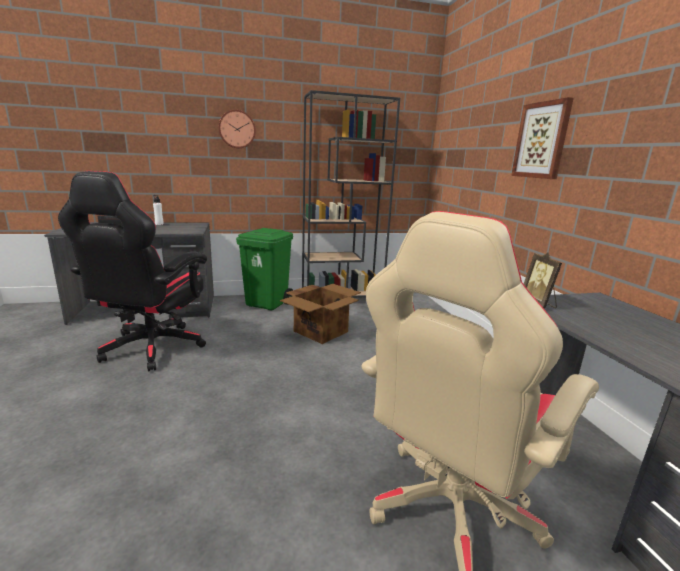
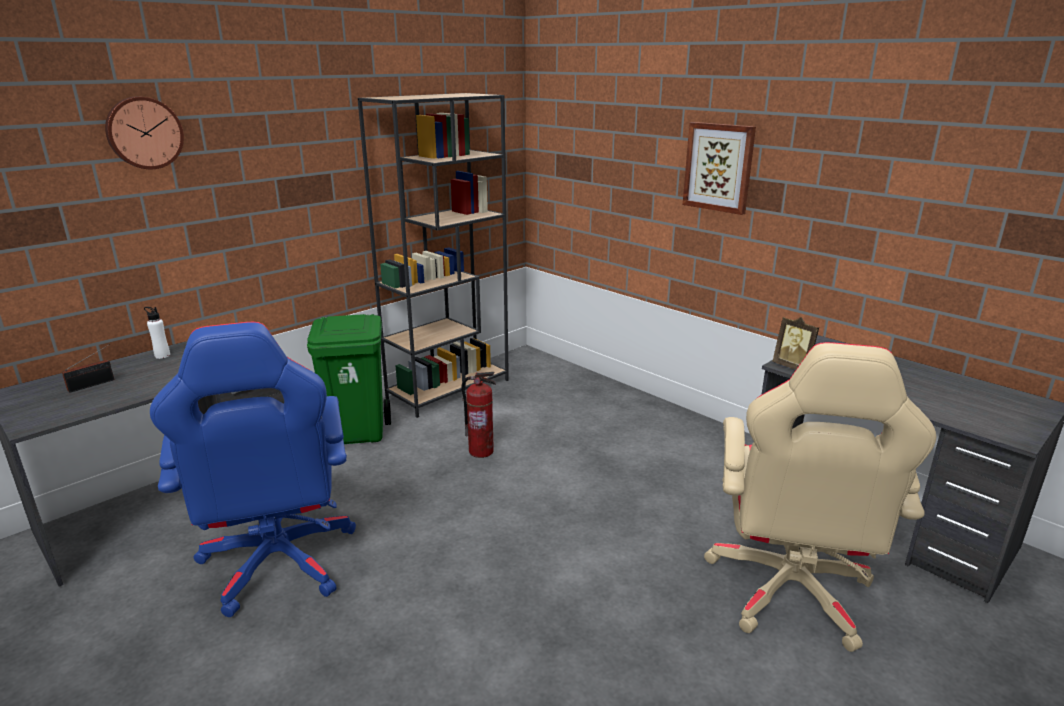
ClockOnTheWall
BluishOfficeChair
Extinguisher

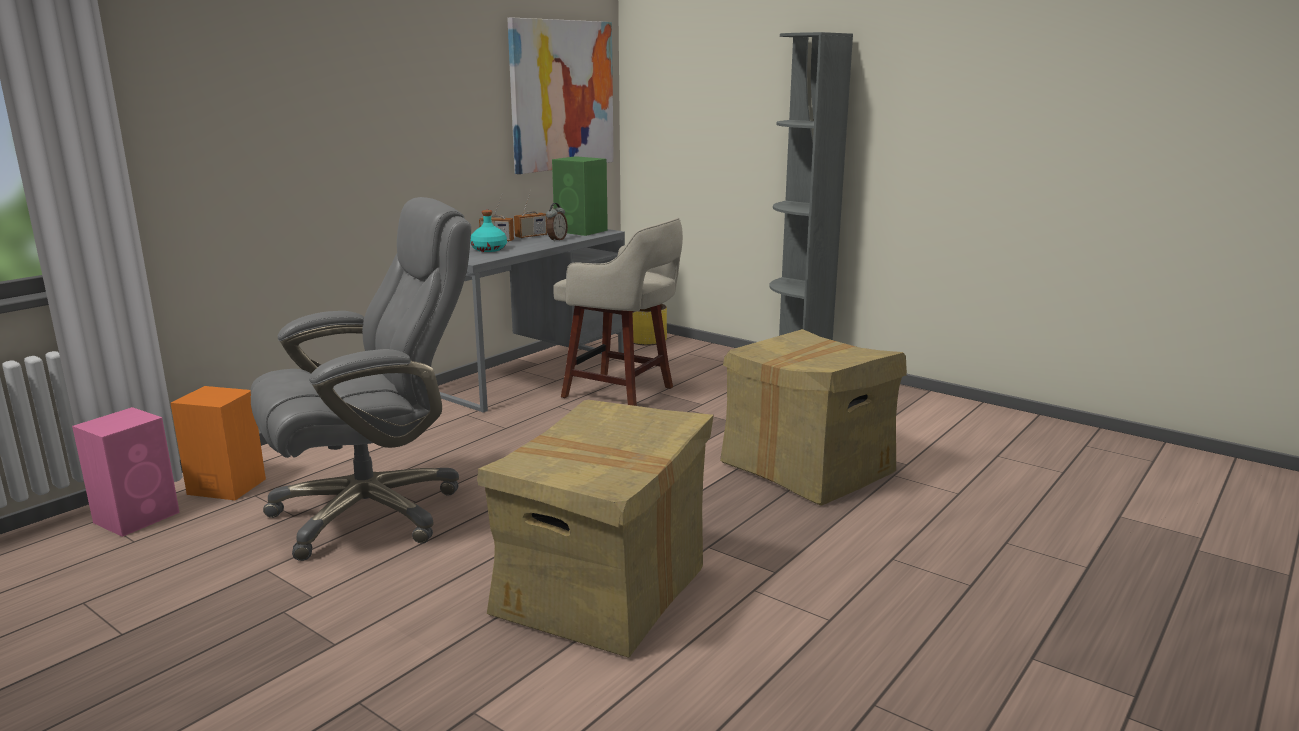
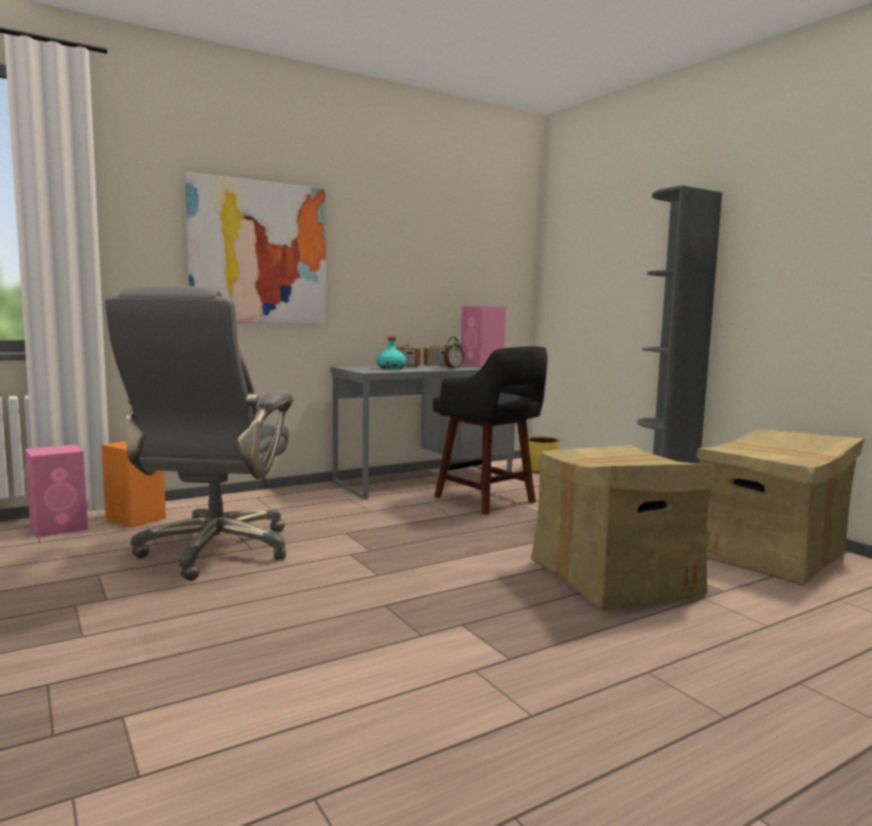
GreyishOfficeChair
WallArt
BlackStoolSeat
PinkLoudspeaker (no. 2 from left)
Carton (no. 2 from left)

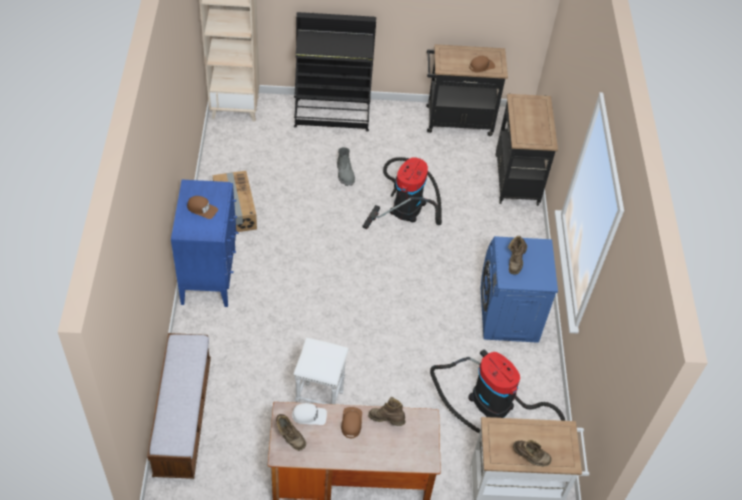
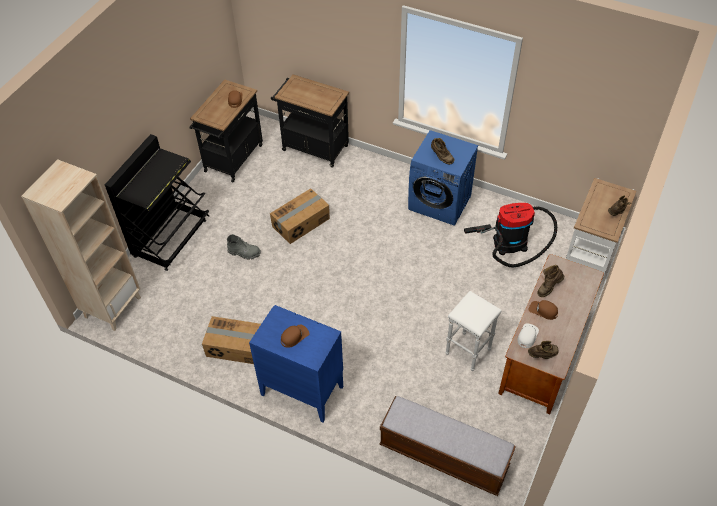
Carton (no. 2 from left)

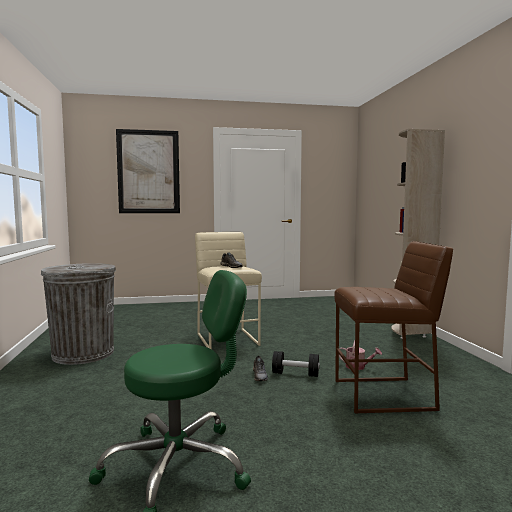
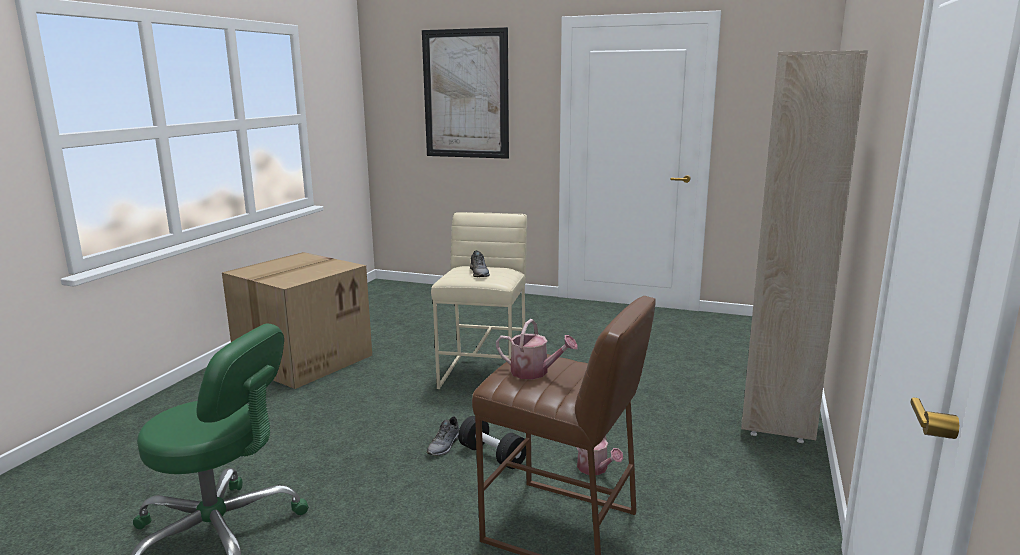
Carton
WateringCan (no. 1 from left)

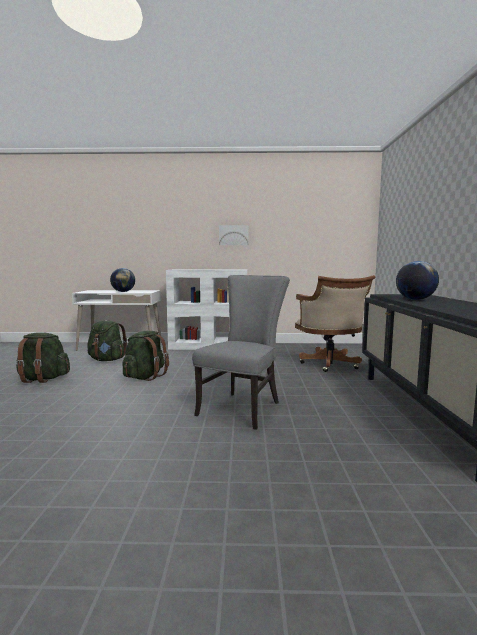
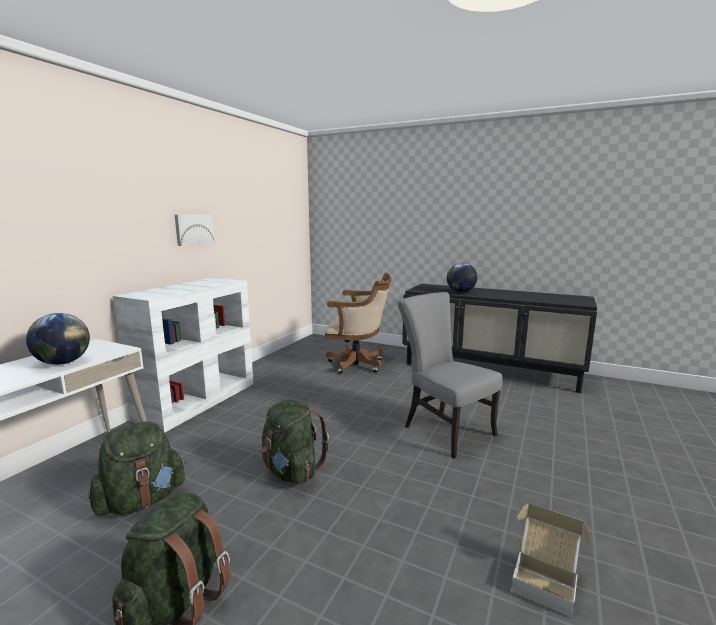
Carton

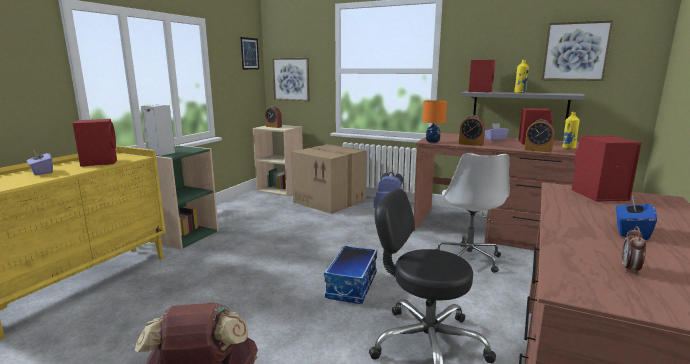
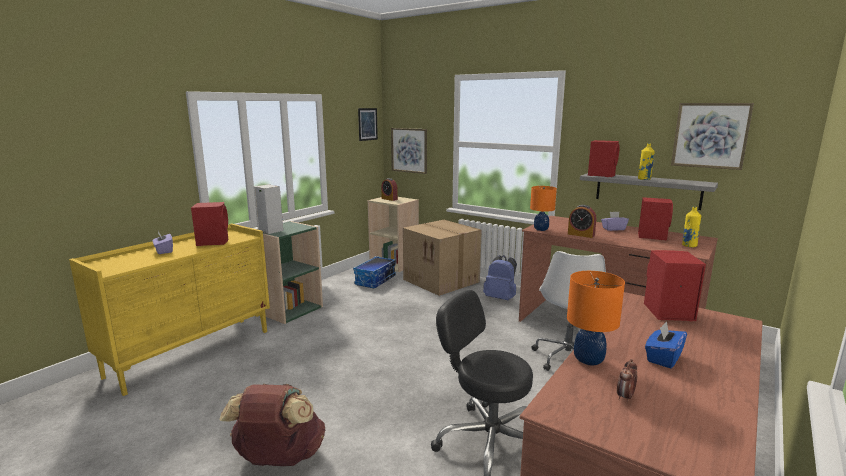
StorageContainer
OrangeyTableLamp (no. 2 from left)
TableClock (no. 3 from left in the first image)

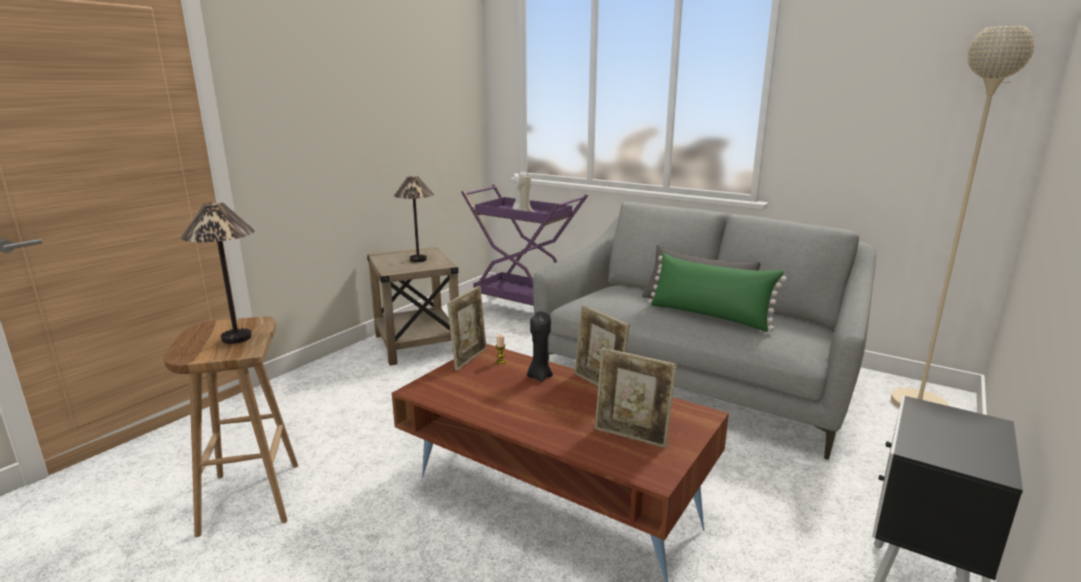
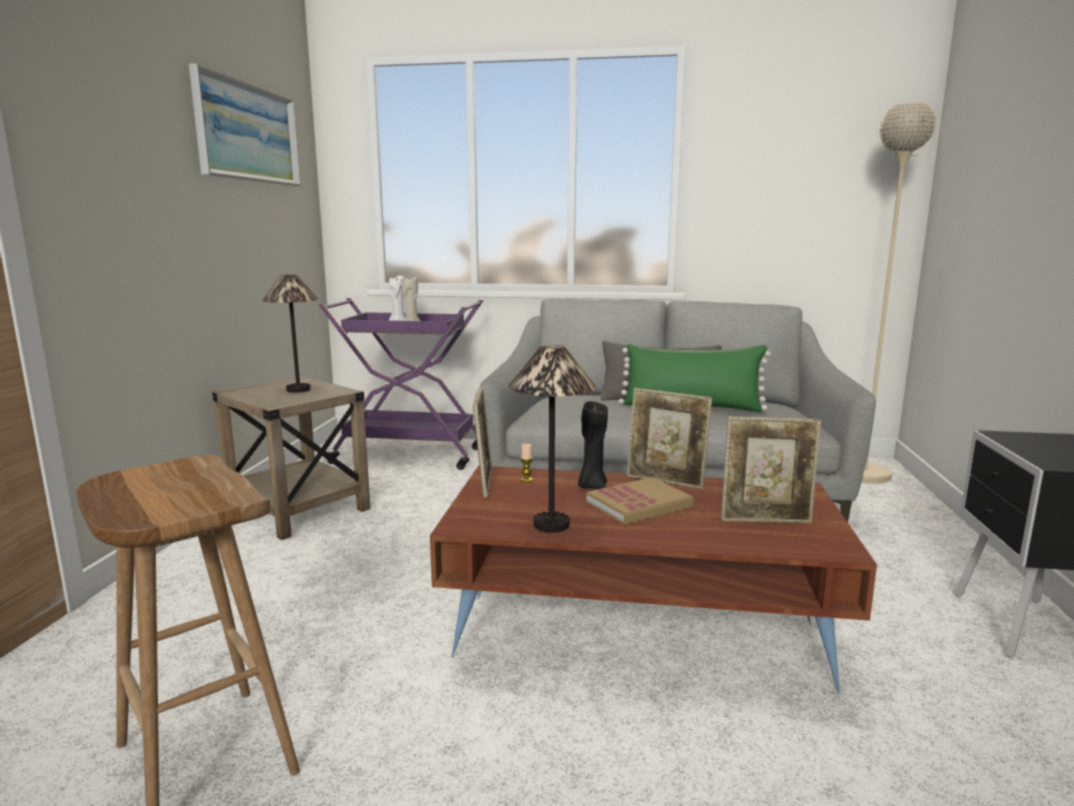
WallArt
TableLamp (no. 2 from left)
Volume

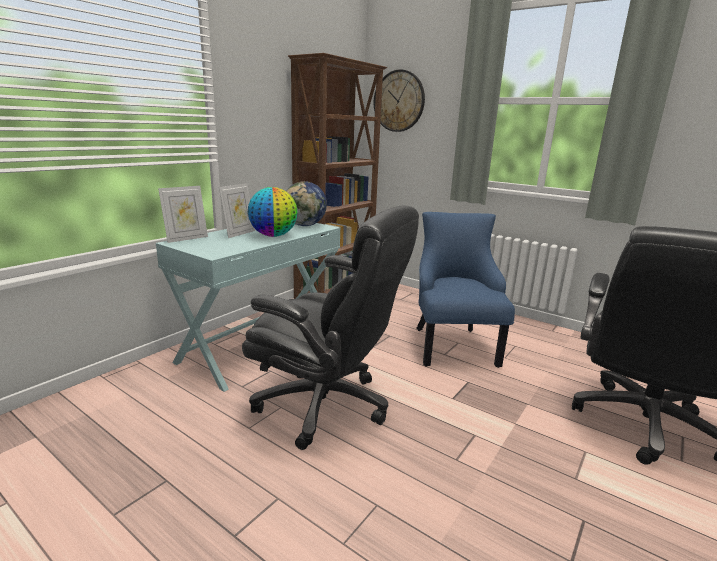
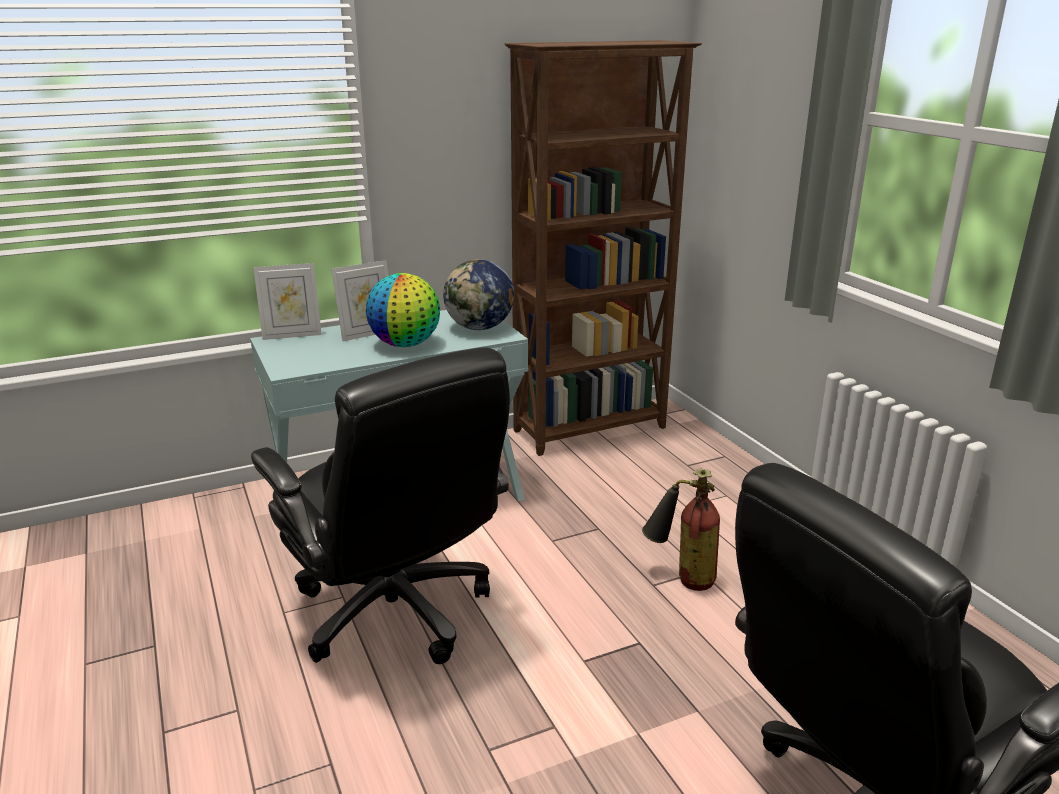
Extinguisher
ClockOnTheWall

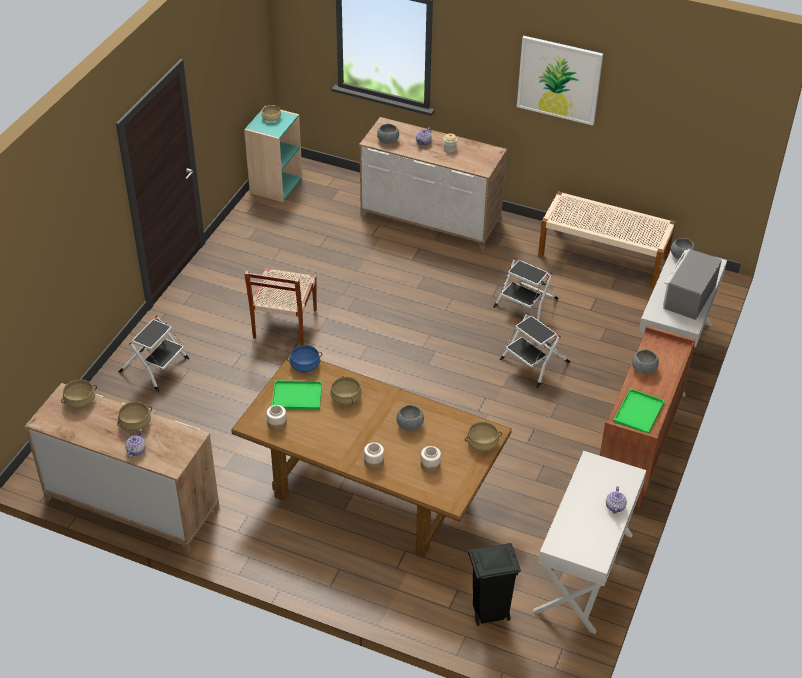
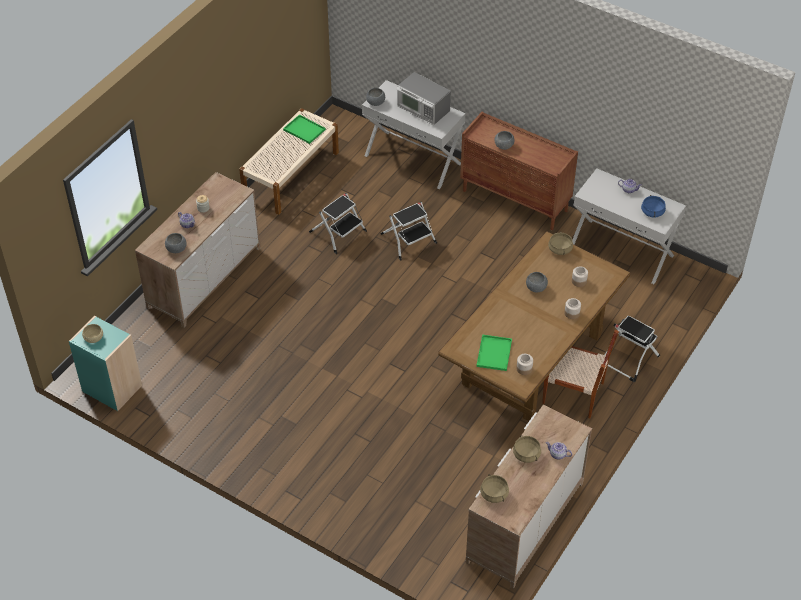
GreenColouredServingTray (no. 1 from left)
Chair
Stepladder (no. 3 from left)
BluishCookingPot
SandColouredCookingPot (no. 3 from left in the first image)
BlackWasteBin
WallArt

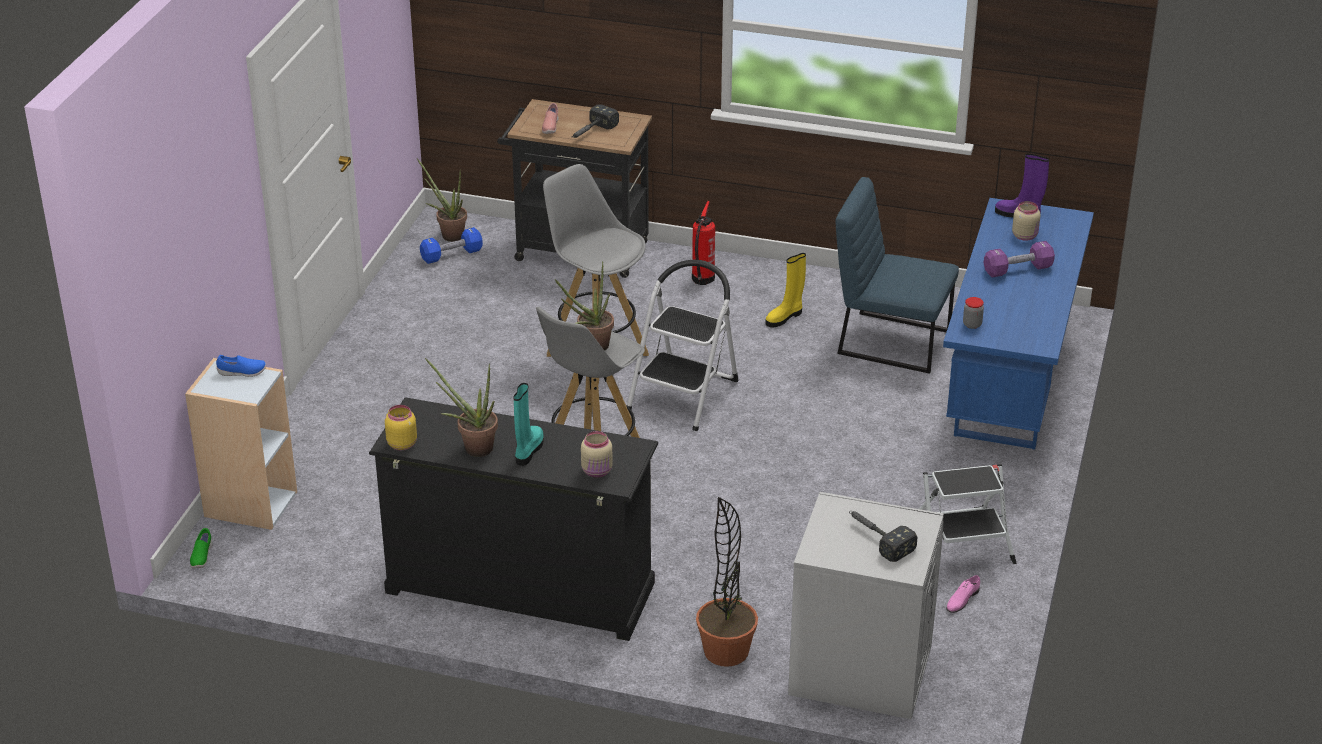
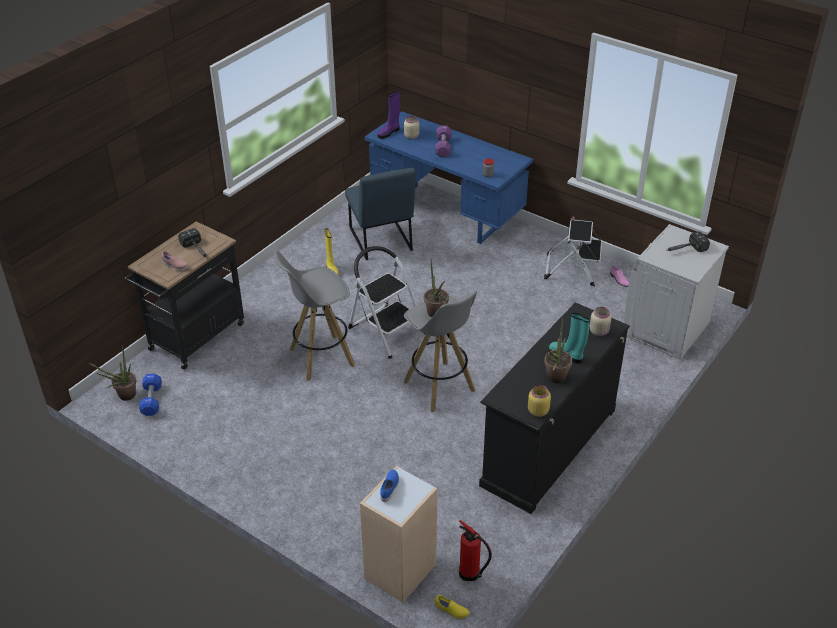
BluishChair
YellowColouredLowShoe
Extinguisher
PlantInAPot (no. 4 from left in the first image)

